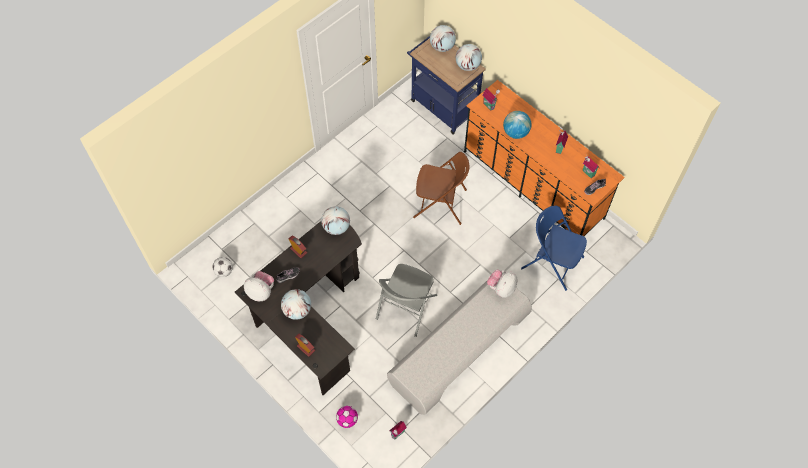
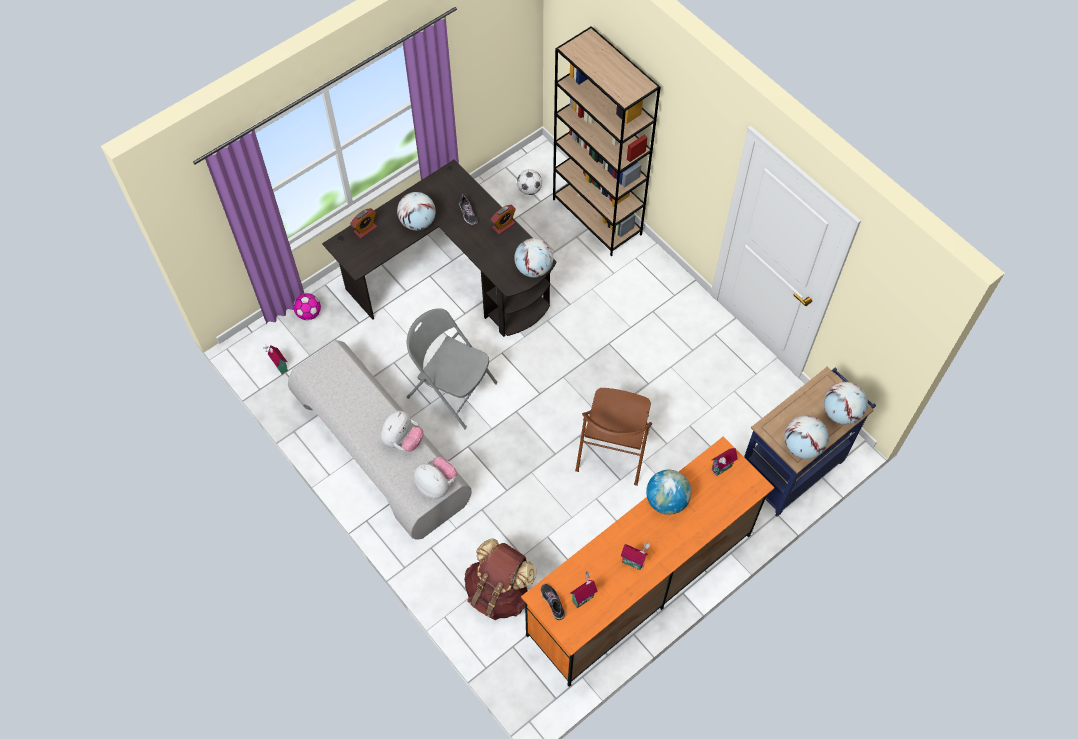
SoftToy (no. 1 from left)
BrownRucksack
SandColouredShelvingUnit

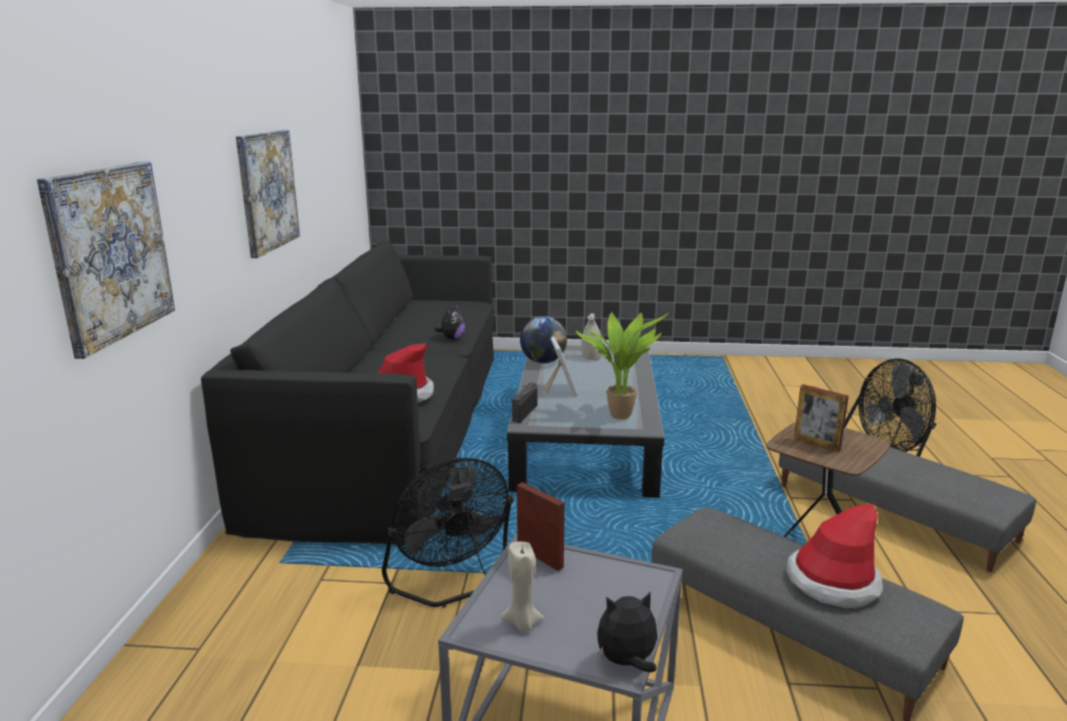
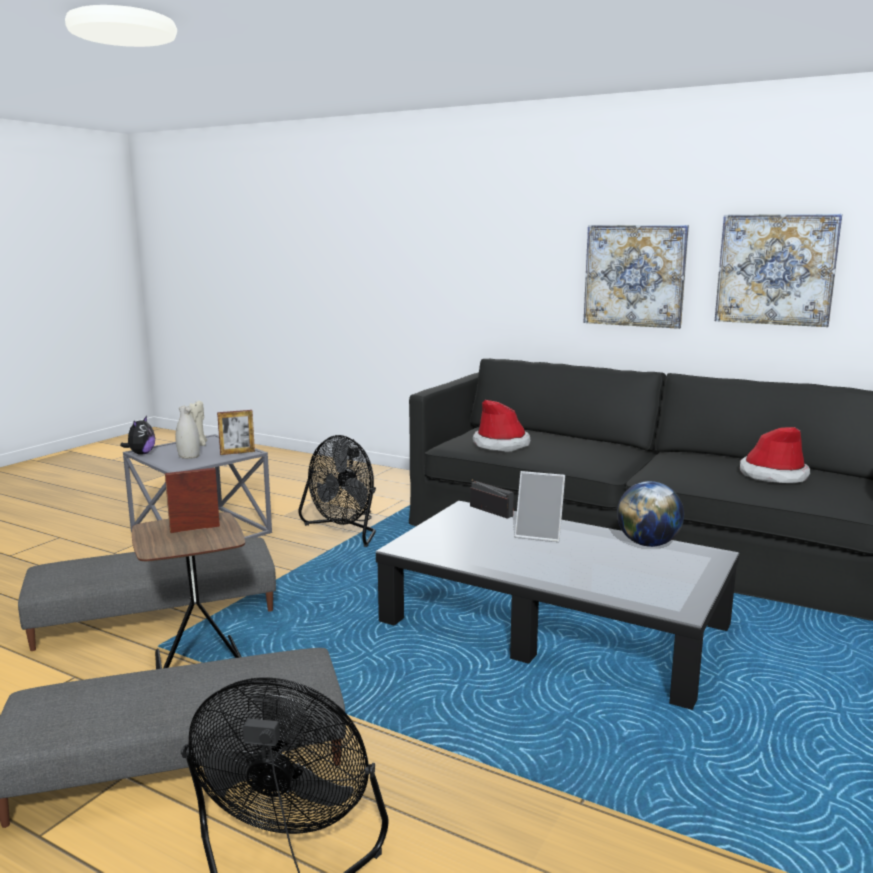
WhiteVase
BlackElectricFan (no. 2 from left)
WallArt (no. 2 from left)
ClothingHat (no. 2 from left)
SoftToy (no. 1 from left in the first image)
PlantInAPot

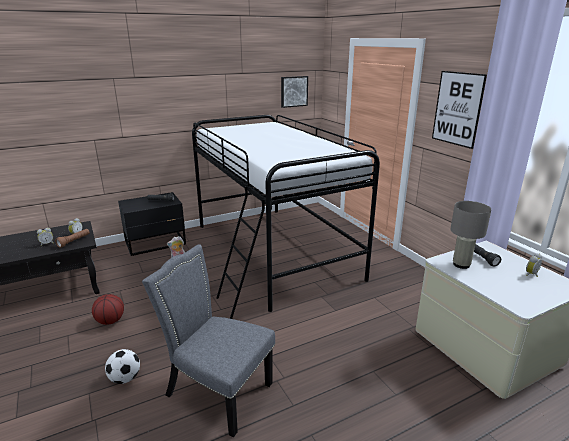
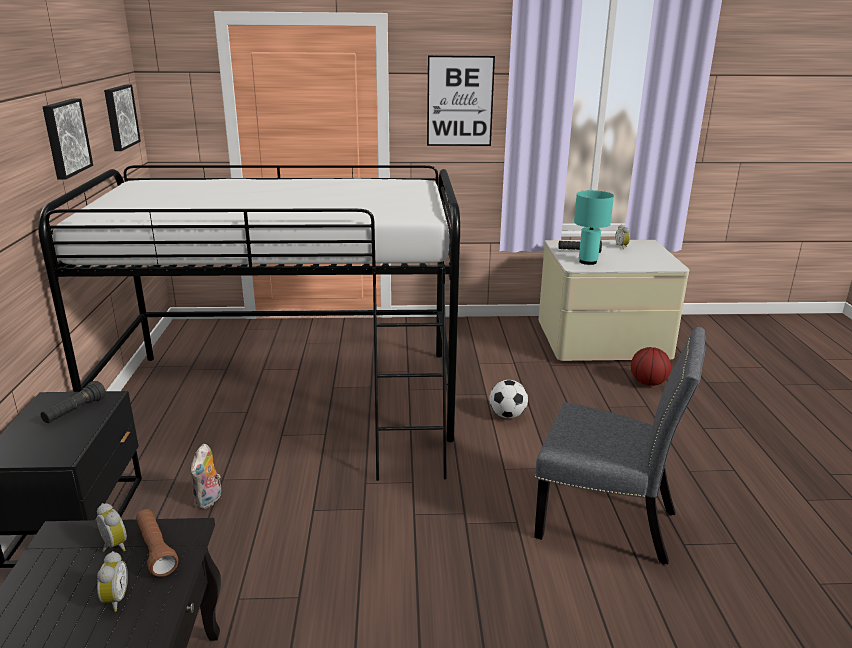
WallArt (no. 1 from left)
Football
GreyishChair
BlueGreenTableLamp
BasketballBall

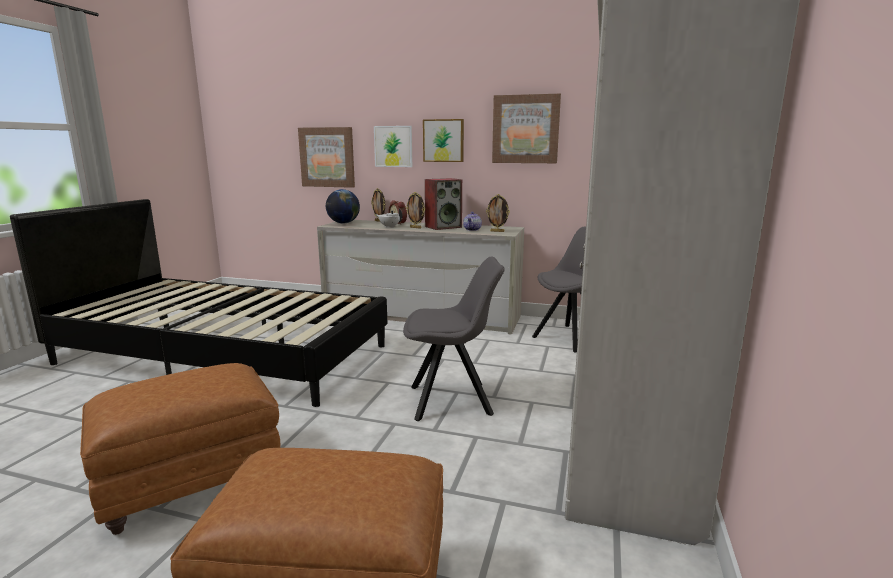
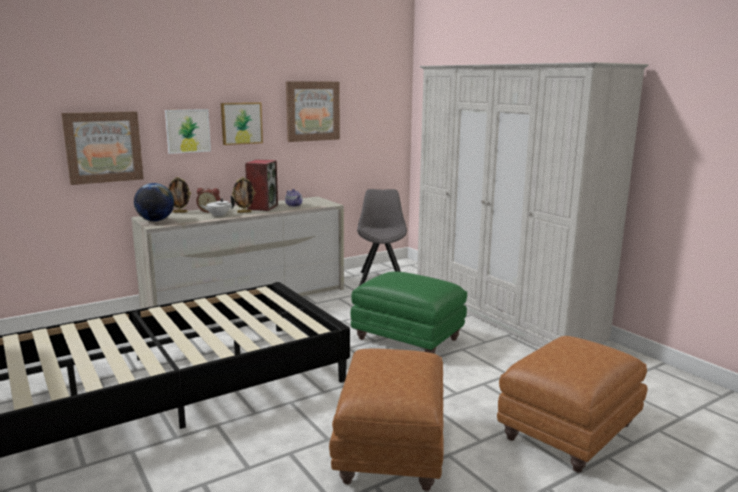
GreenColouredFootrest
PictureFrame (no. 3 from left in the first image)

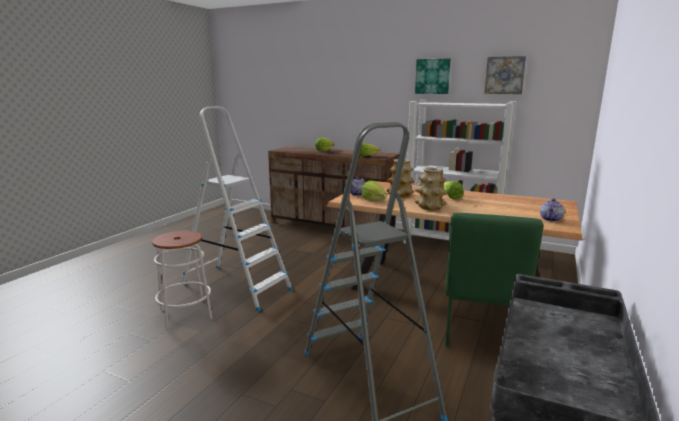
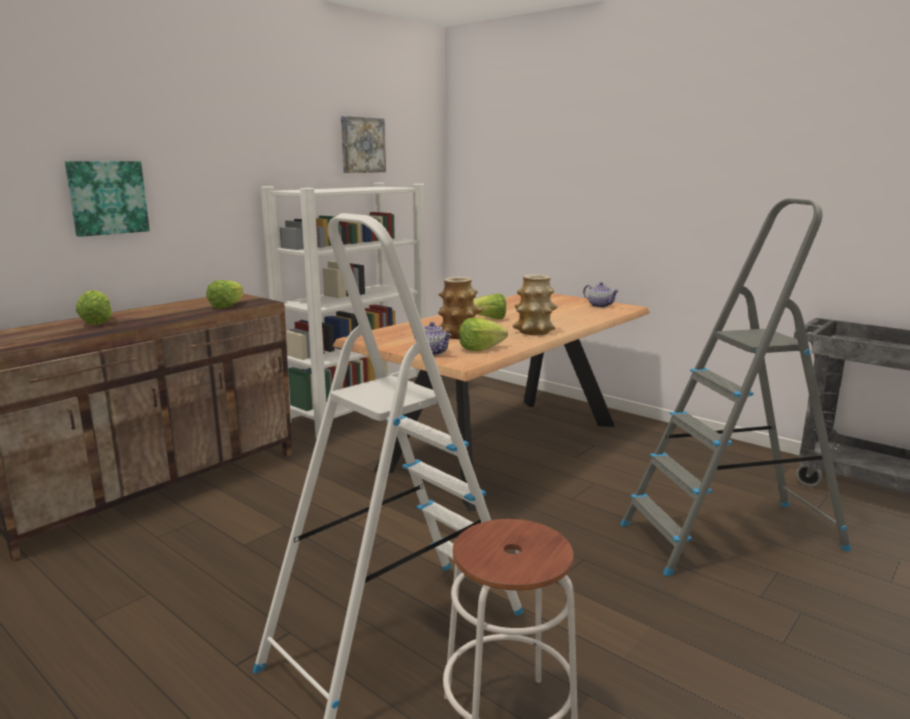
WallArt (no. 1 from left)
GreenColouredChair

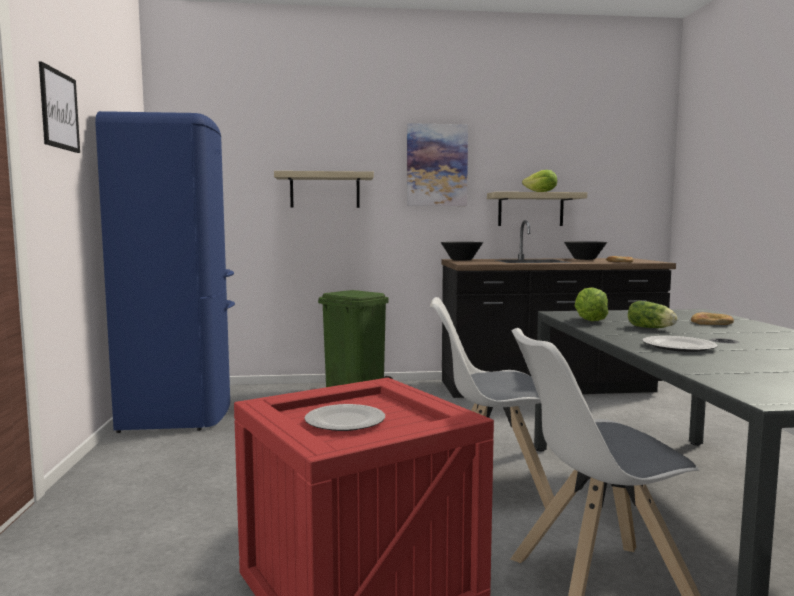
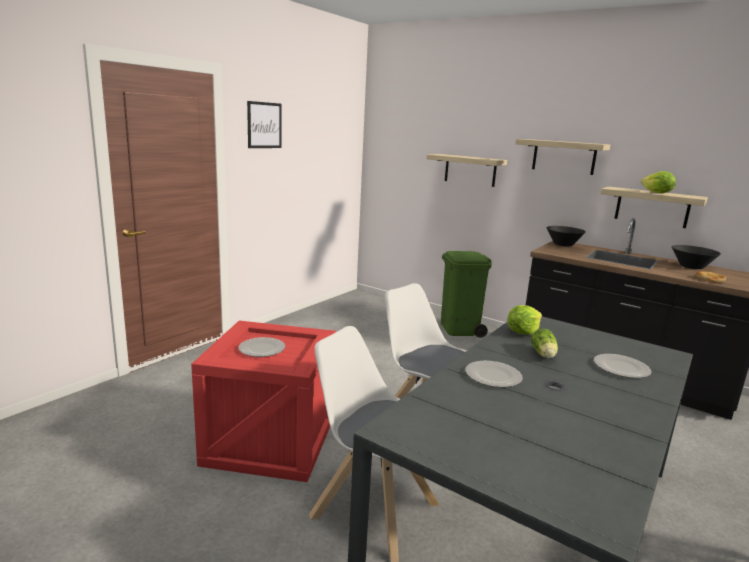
Shelf (no. 2 from left)
Plate (no. 3 from left)
BluishFridge

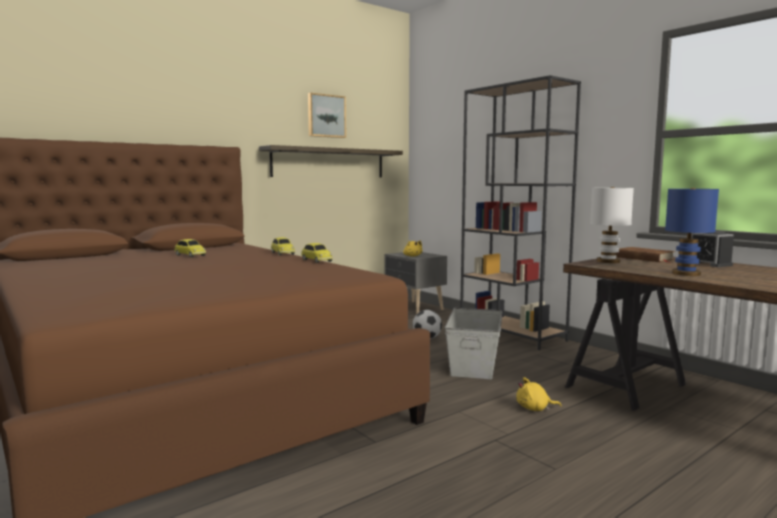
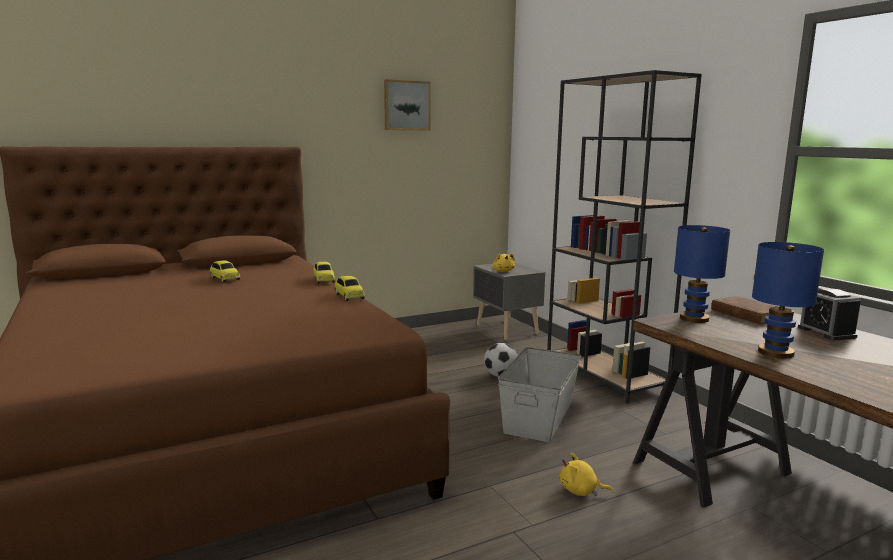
BluishTableLamp (no. 1 from left)
Shelf

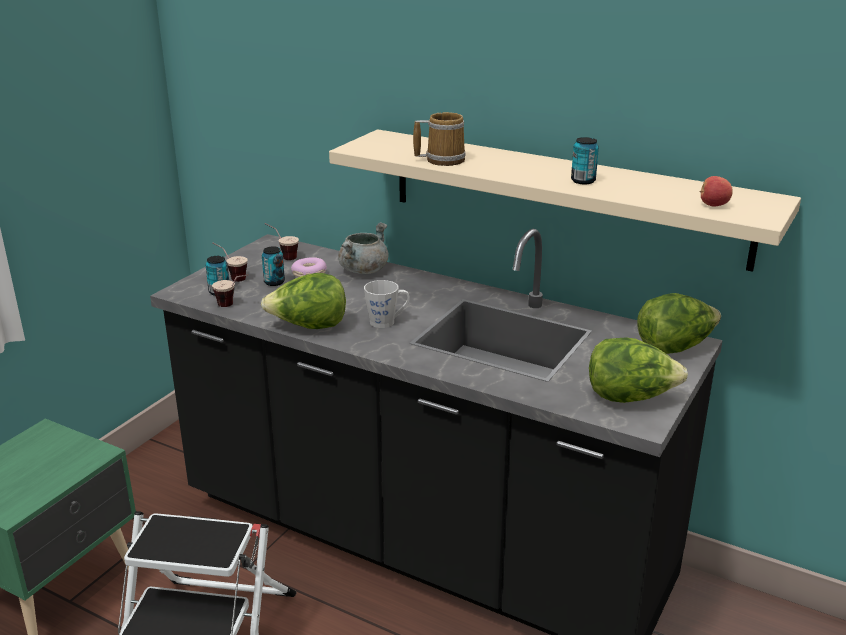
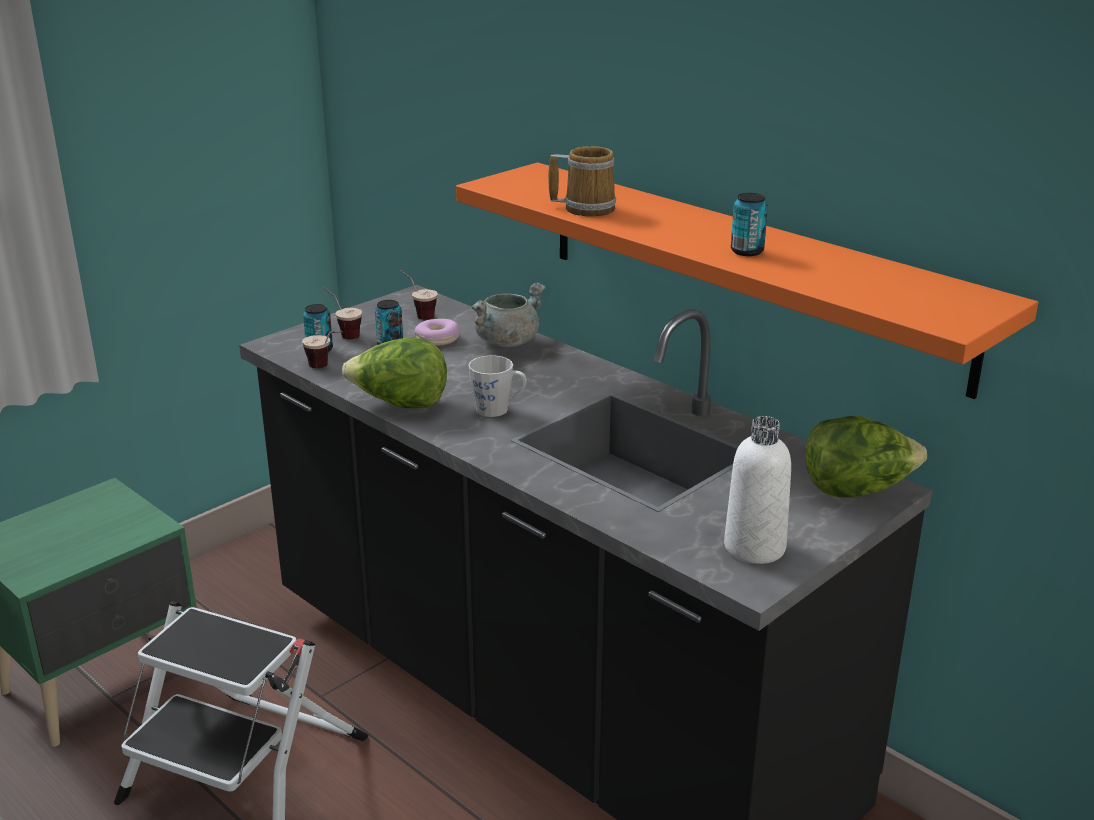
OrangeyShelf
WhiteBottle
WholeApple

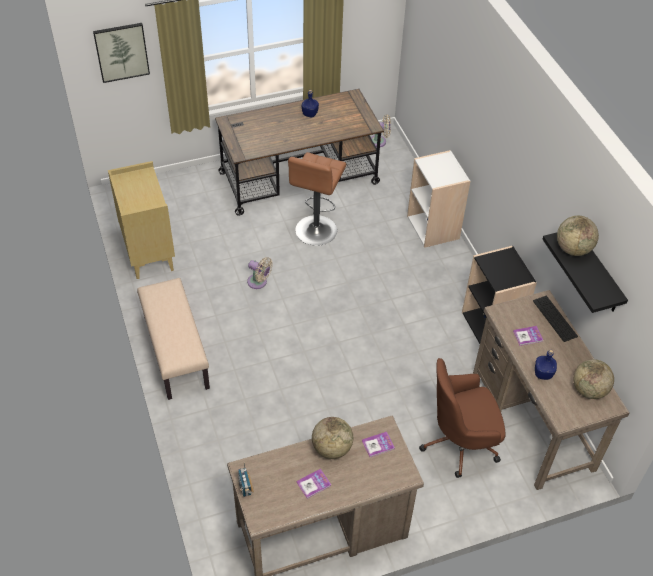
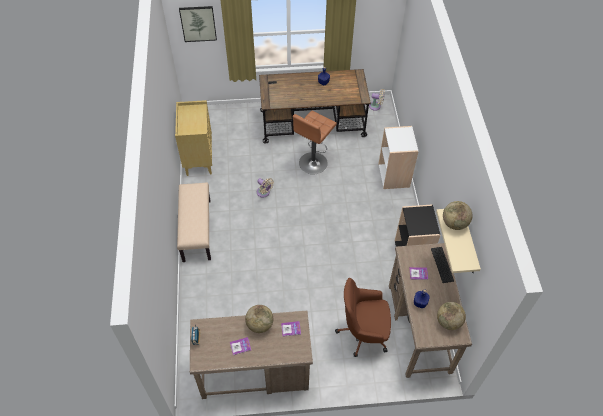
SandColouredShelf

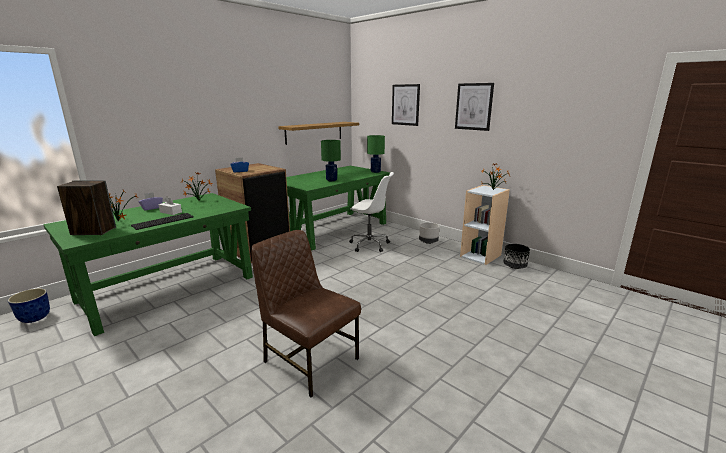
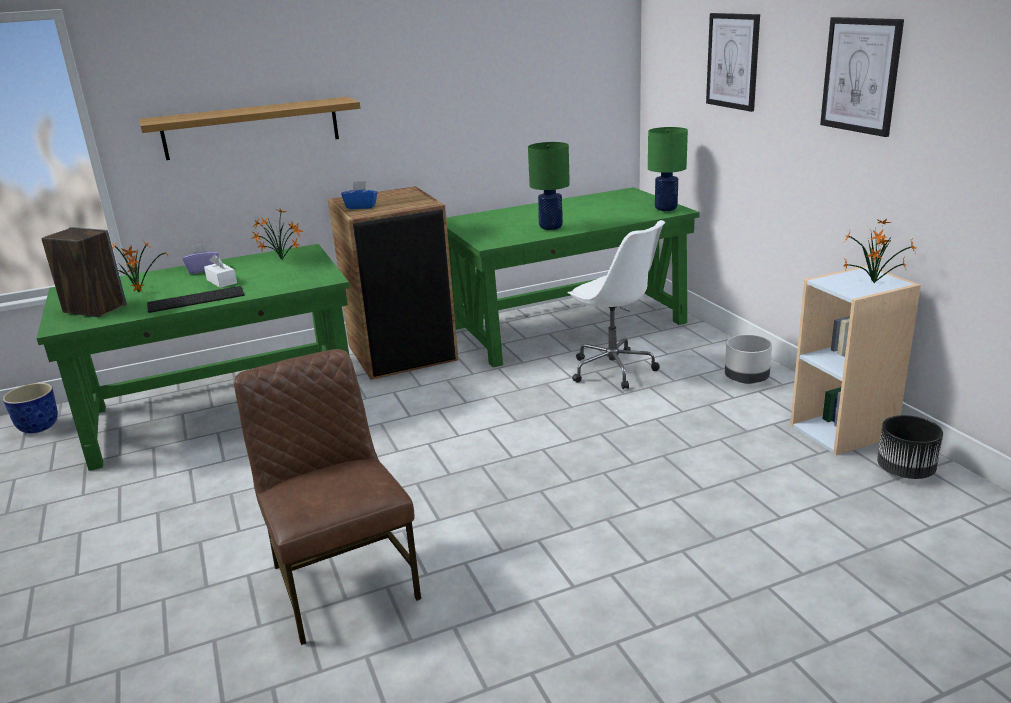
Shelf

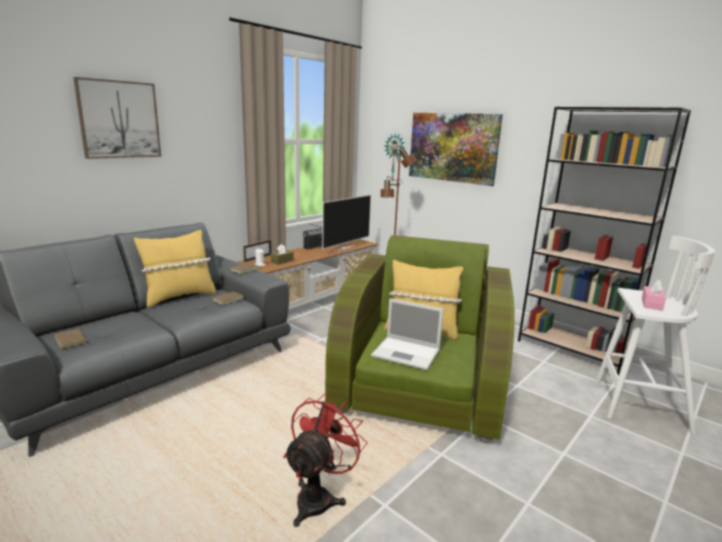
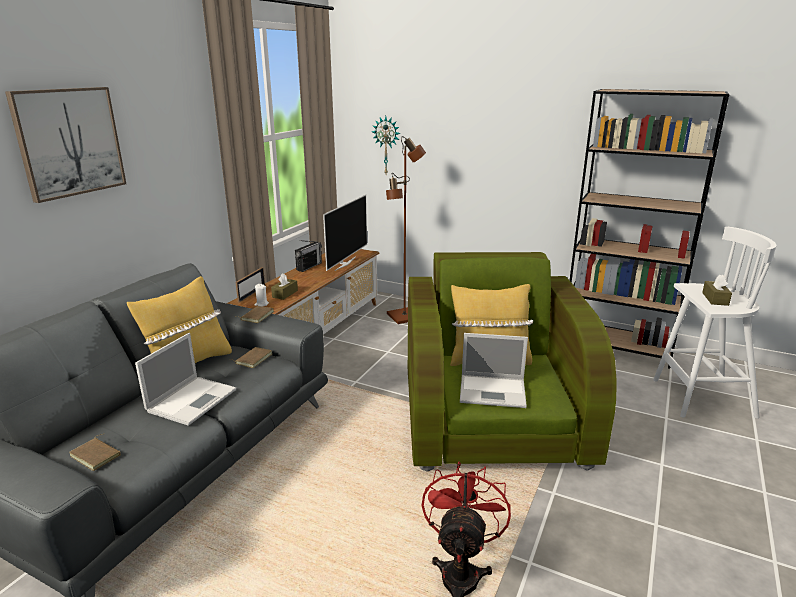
PortableComputer (no. 1 from left)
BrownBoxOfTissues (no. 2 from left)
WallArt (no. 2 from left in the first image)

